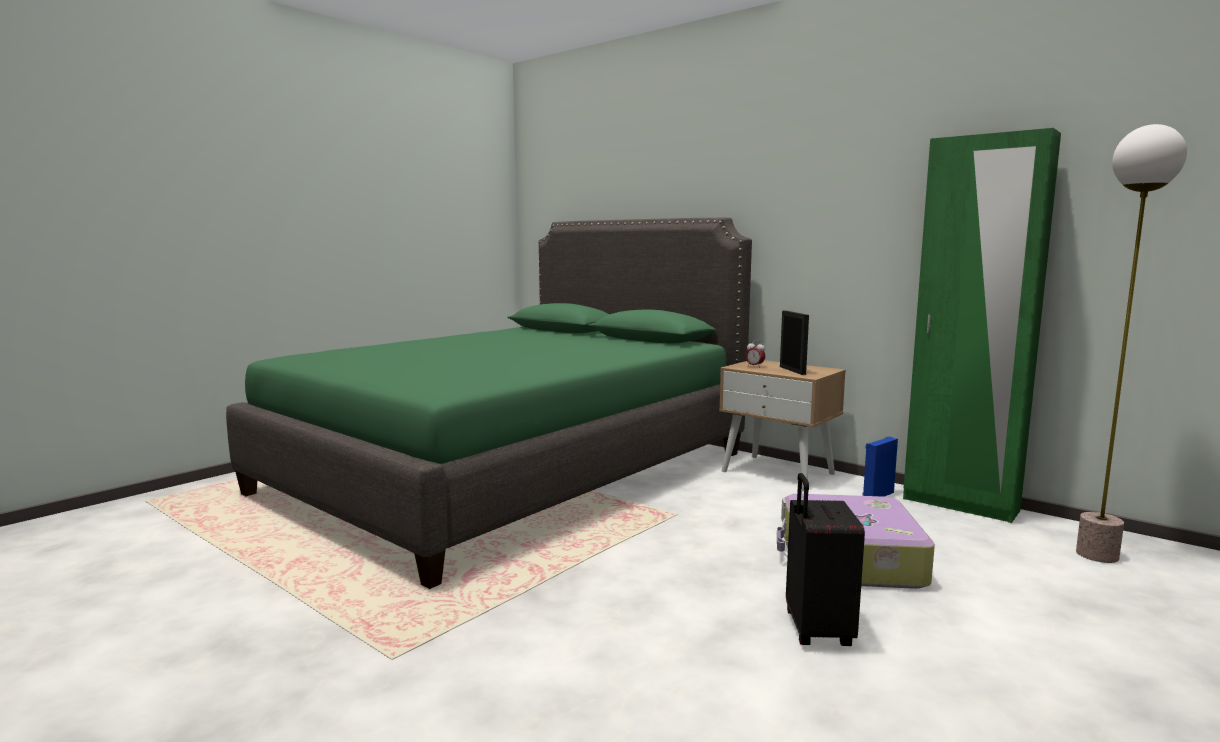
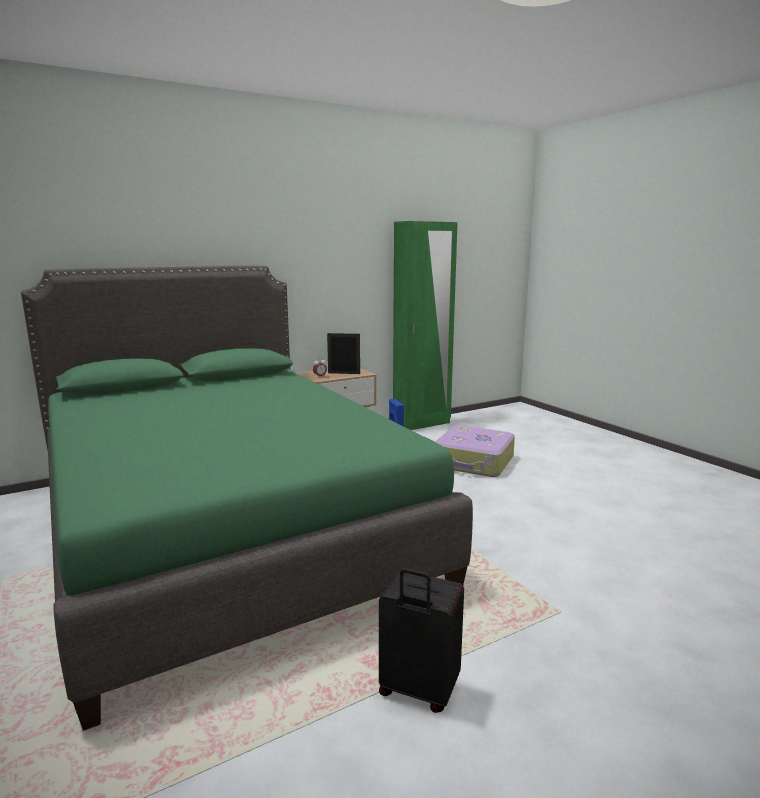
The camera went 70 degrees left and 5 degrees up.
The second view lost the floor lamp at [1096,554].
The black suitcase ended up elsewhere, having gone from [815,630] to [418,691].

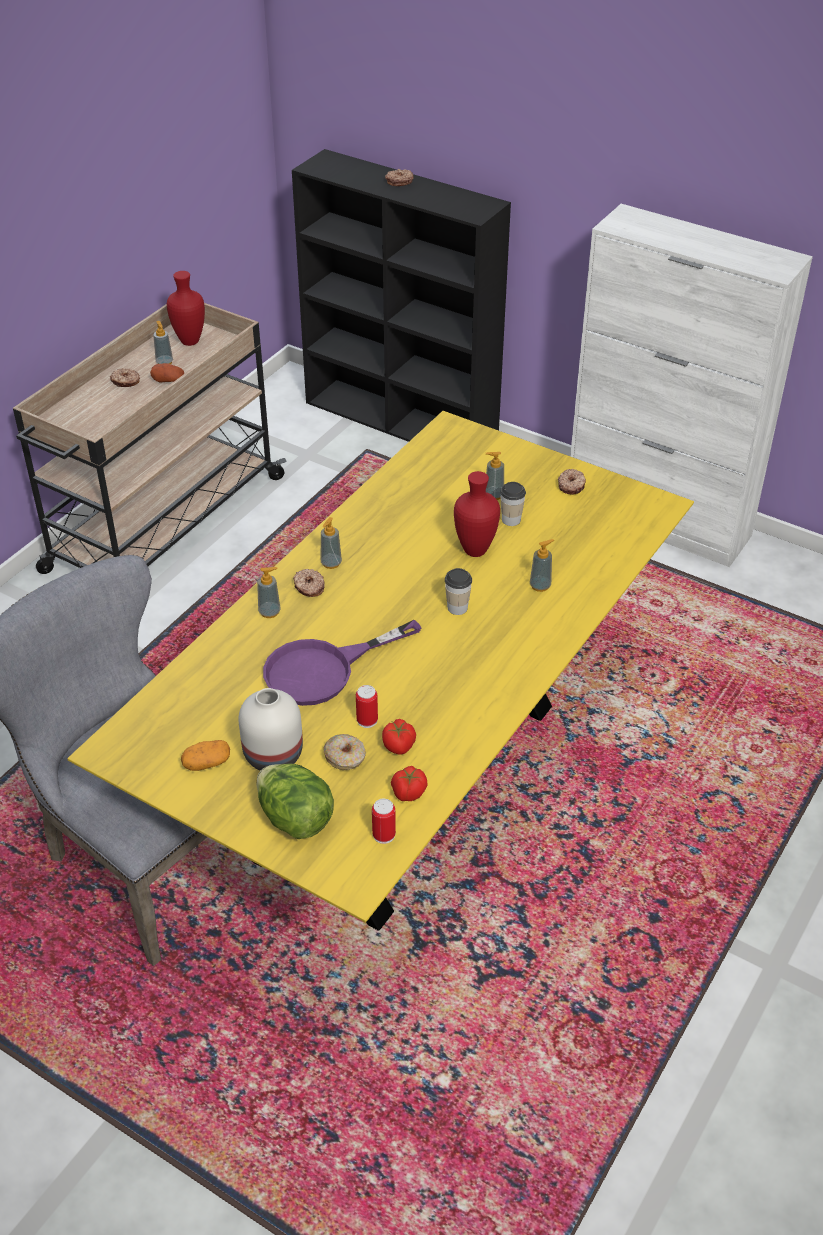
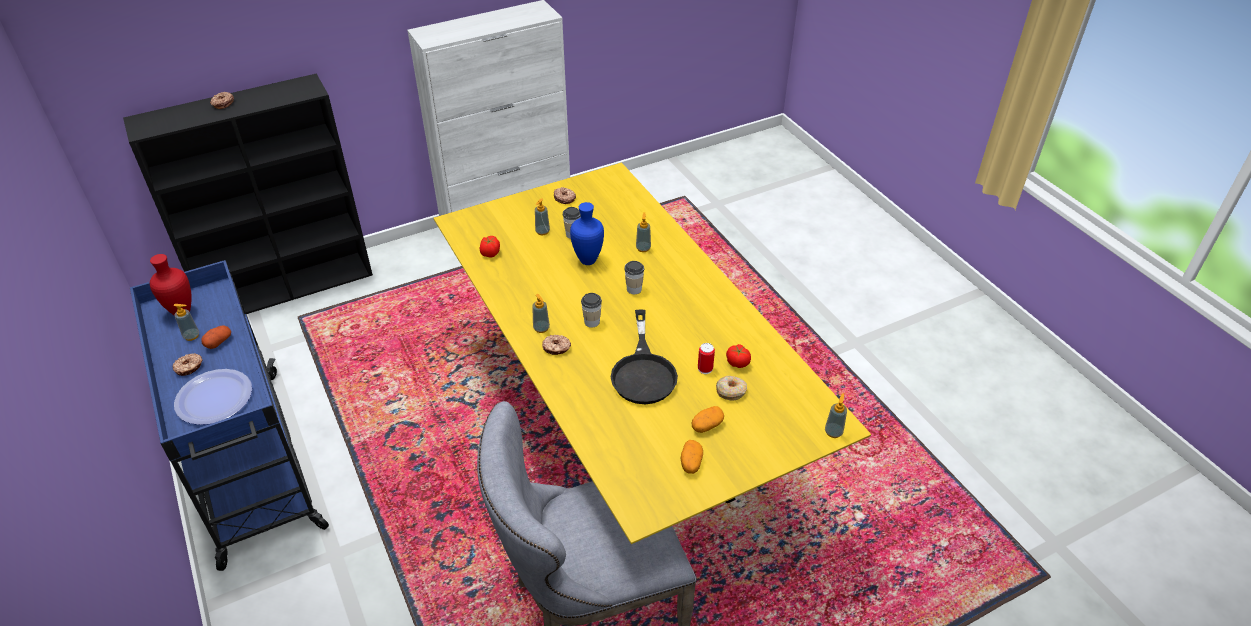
The camera went 60 degrees left and 0 degrees up.
What was the beige cart at [163,525] turned into the blue cart at [251,465].
What was the red vase at [475,552] turned into the blue vase at [589,261].
The soap dispenser ended up elsewhere, having gone from [269,612] to [833,432].
What was the purple frying pan at [323,670] turned into the black frying pan at [643,371].
Where the white vase stood at [273,756], the potato came to stand at [707,425].
The second view lost the lettuce at [295,819].
The tomato ended up elsewhere, having gone from [408,793] to [490,253].
The second view lost the can at [384,835].
The second view gained the cup at [592,322].
The second view gained the plate at [214,398].

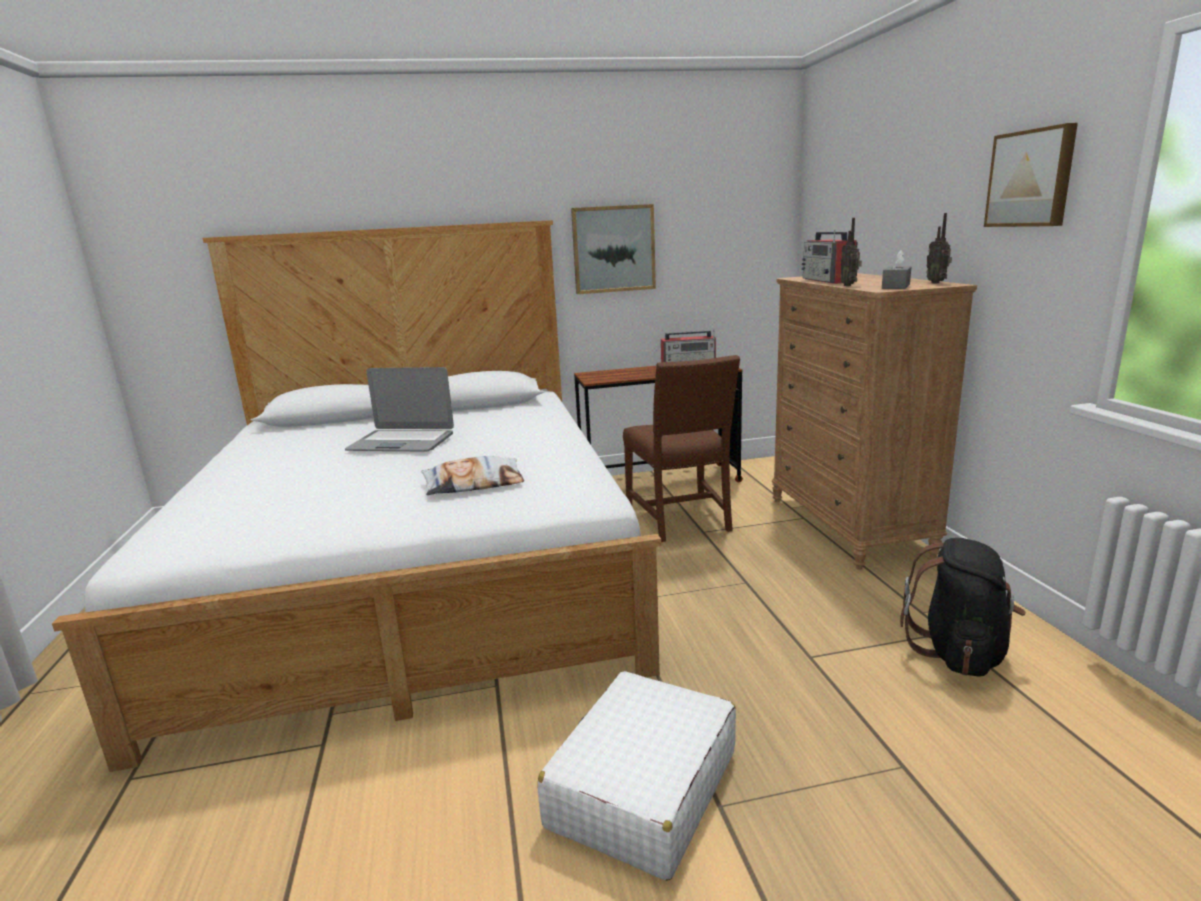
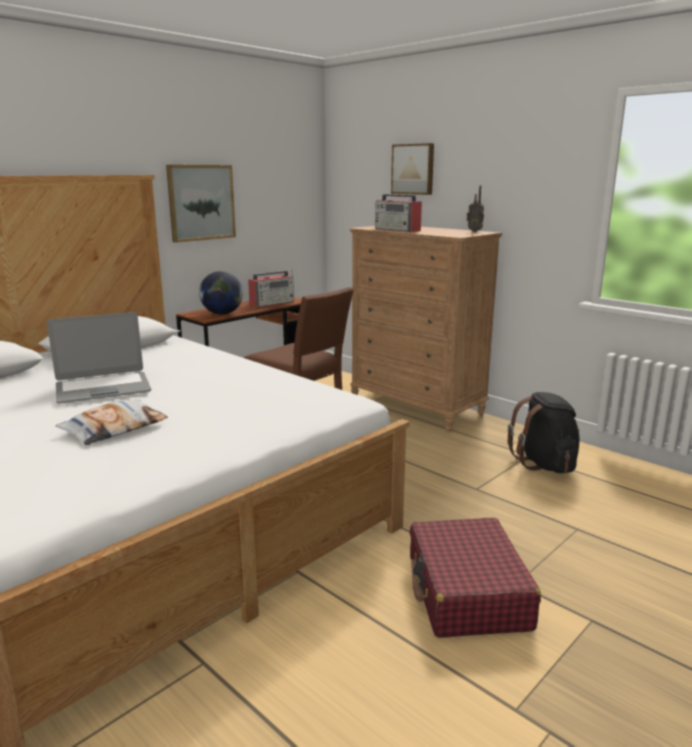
The camera went 35 degrees left and 0 degrees up.
The picture ended up elsewhere, having gone from [1031,178] to [413,169].
The second view lost the radio at [849,285].
The second view lost the grey tissue box at [895,286].
The pillow ended up elsewhere, having gone from [474,484] to [114,429].
What was the white suitcase at [642,789] turned into the red suitcase at [467,592].
The second view gained the globe at [222,314].

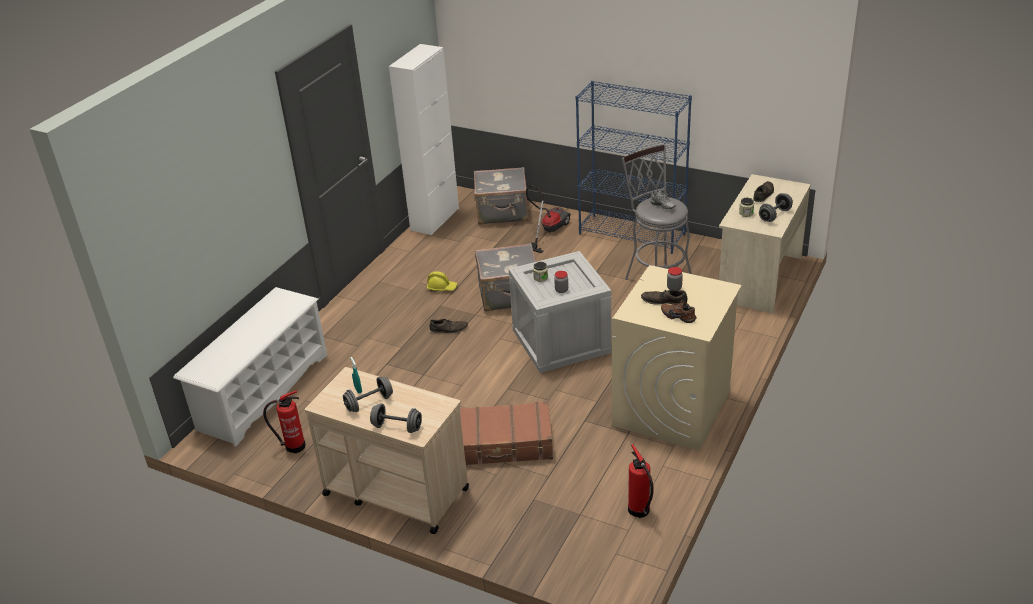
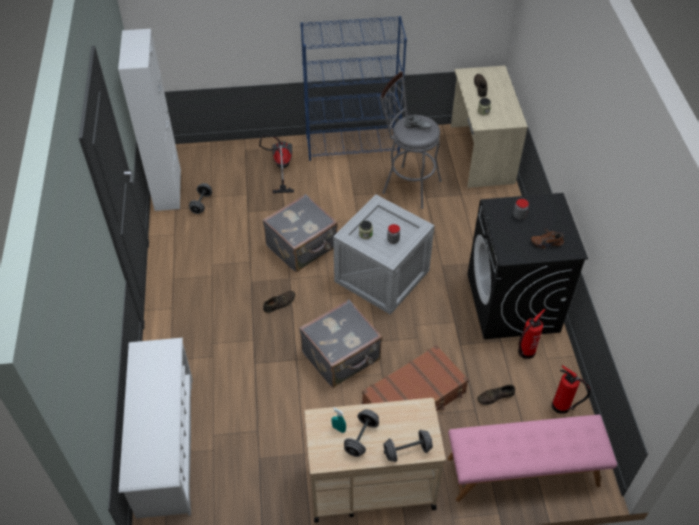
The camera went 35 degrees left and 15 degrees up.
The grey suitcase ended up elsewhere, having gone from [502,213] to [342,357].
The grey dumbbell ended up elsewhere, having gone from [775,215] to [201,204].
What was the beige washing machine at [672,409] turned into the black washing machine at [513,303].
The second view lost the yellow hard hat at [442,288].
The brown shoe ended up elsewhere, having gone from [664,301] to [495,396].
The fire extinguisher ended up elsewhere, having gone from [293,446] to [525,352].
The second view gained the pink bench at [523,472].

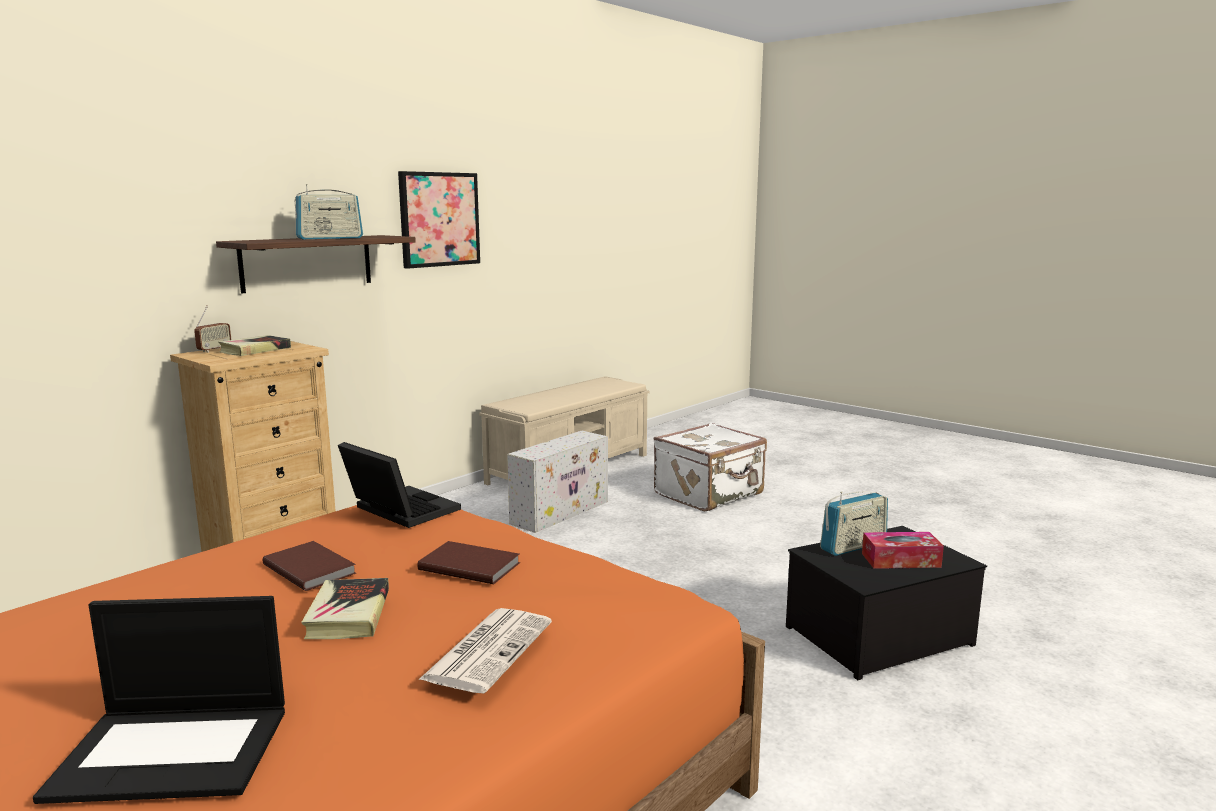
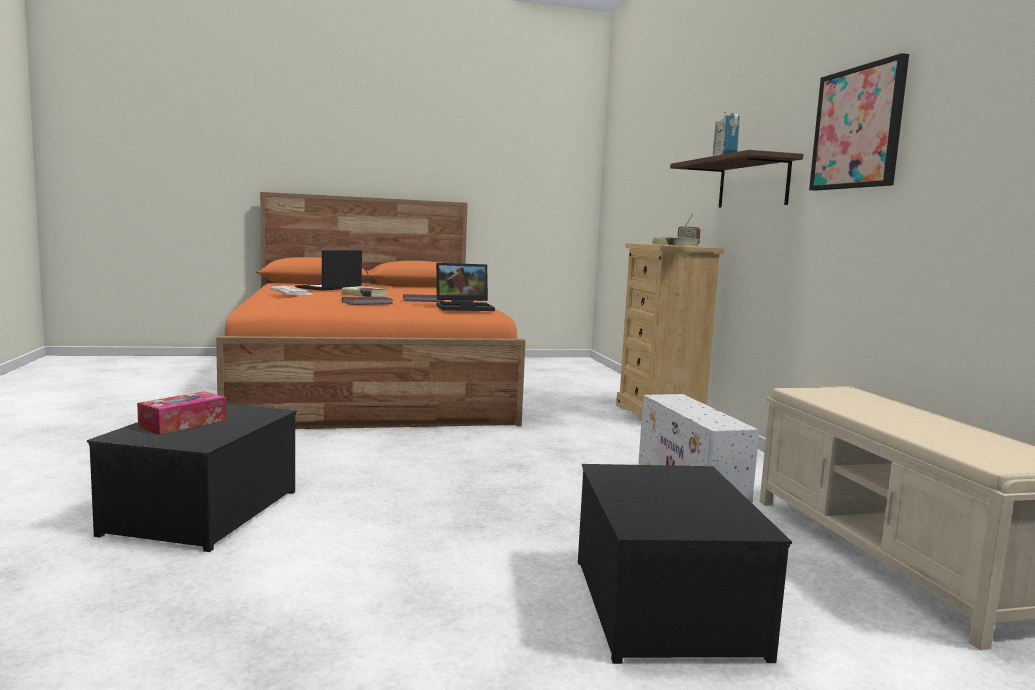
The camera went 125 degrees right and 5 degrees down.
Where the white suitcase stood at [710,494], the storage box came to stand at [667,607].
The second view lost the radio at [853,546].

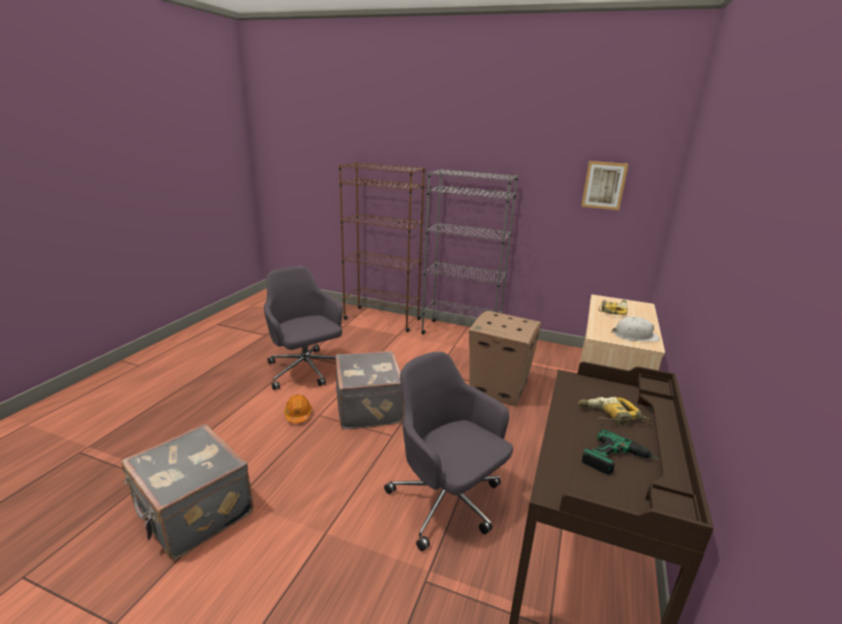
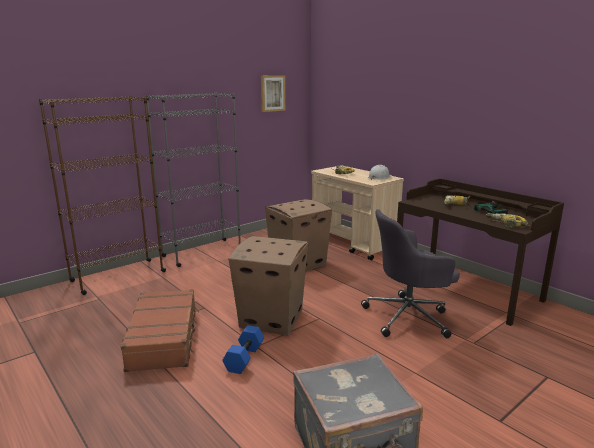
The camera went 60 degrees left and 5 degrees down.
Where the grey office chair stood at [306,370], the brown suitcase came to stand at [164,338].
Where the grey suitcase stood at [370,407], the cardboard box came to stand at [270,318].
Where the orange hard hat stood at [298,414], the blue dumbbell came to stand at [244,358].
The second view gained the power drill at [506,224].

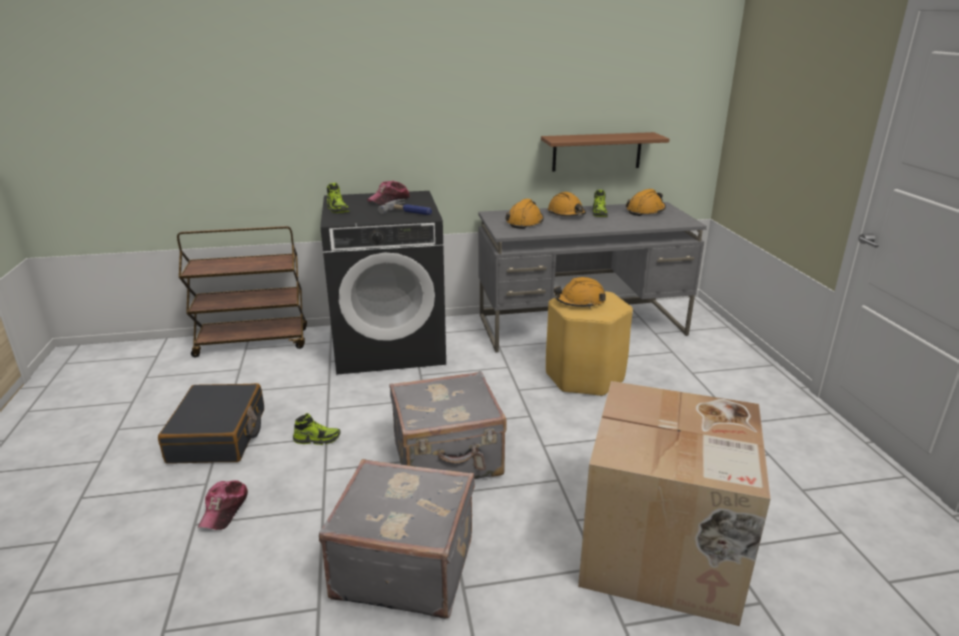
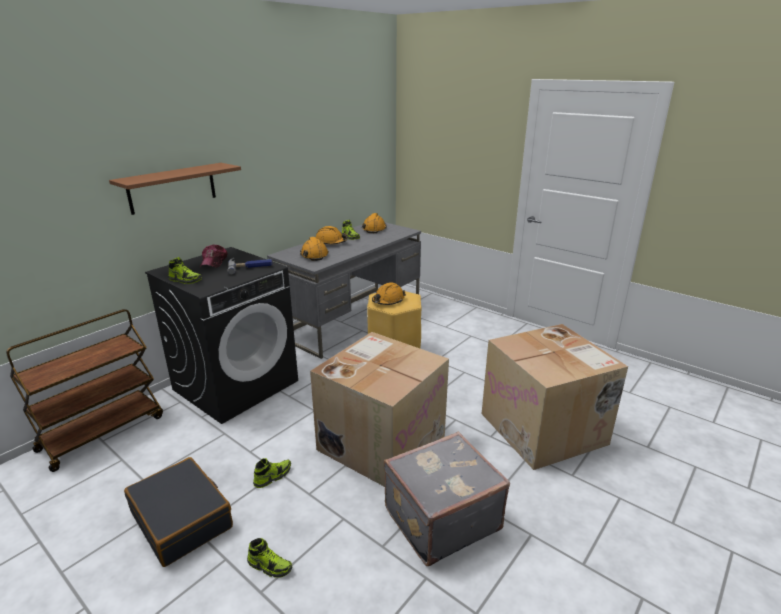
The camera went 40 degrees left and 0 degrees up.
The brown shelf ended up elsewhere, having gone from [597,151] to [172,188].
Where the grey suitcase stood at [448,459], the cardboard box came to stand at [381,441].
Where the cap stood at [224,509], the shoe came to stand at [270,566].

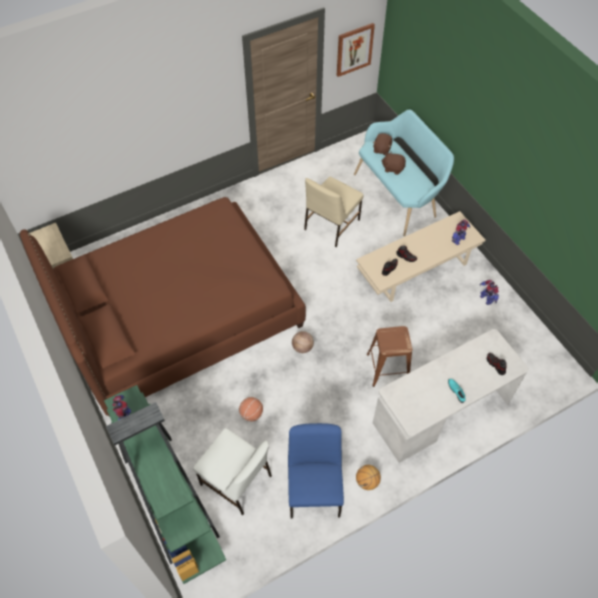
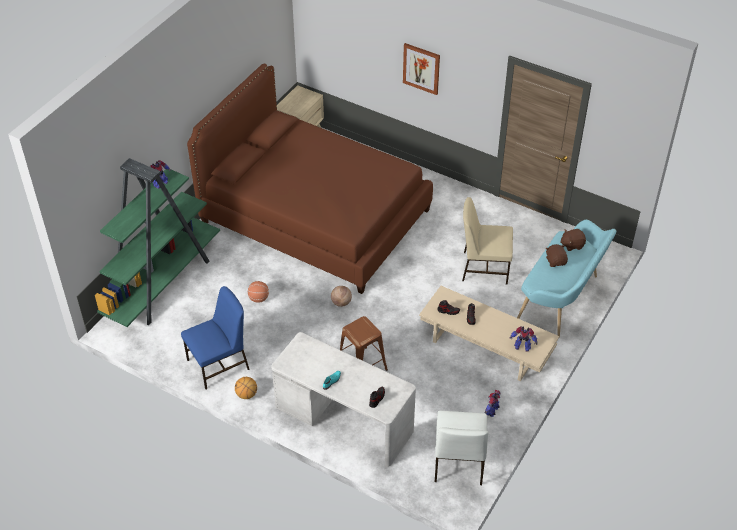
The camera went 60 degrees right and 10 degrees down.
The picture ended up elsewhere, having gone from [354,49] to [421,68].
The white chair ended up elsewhere, having gone from [236,481] to [458,462].

